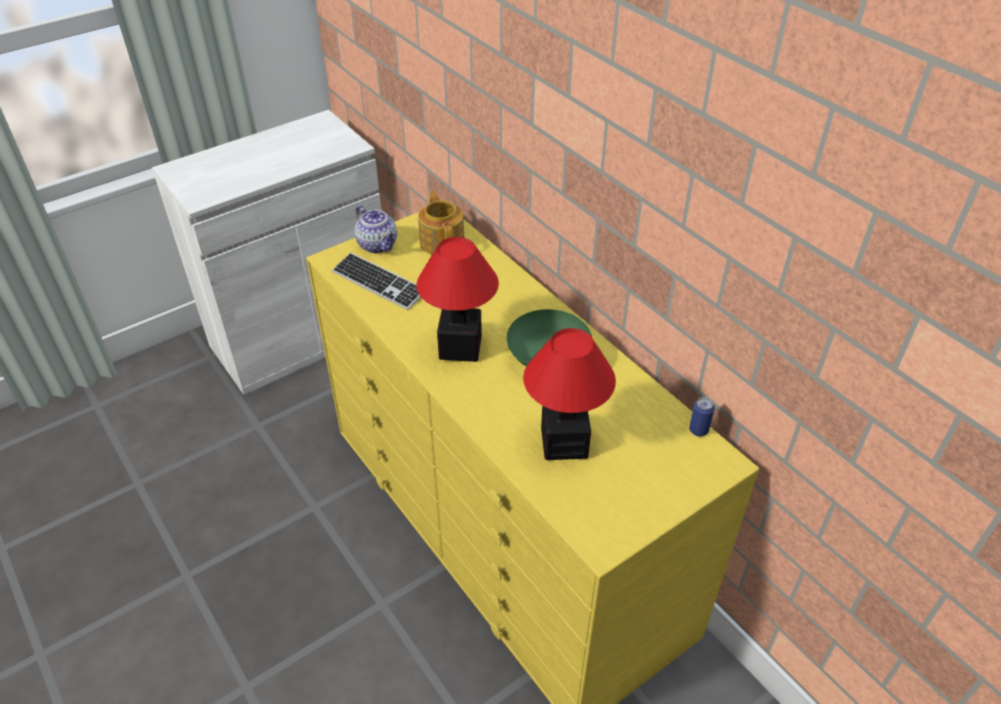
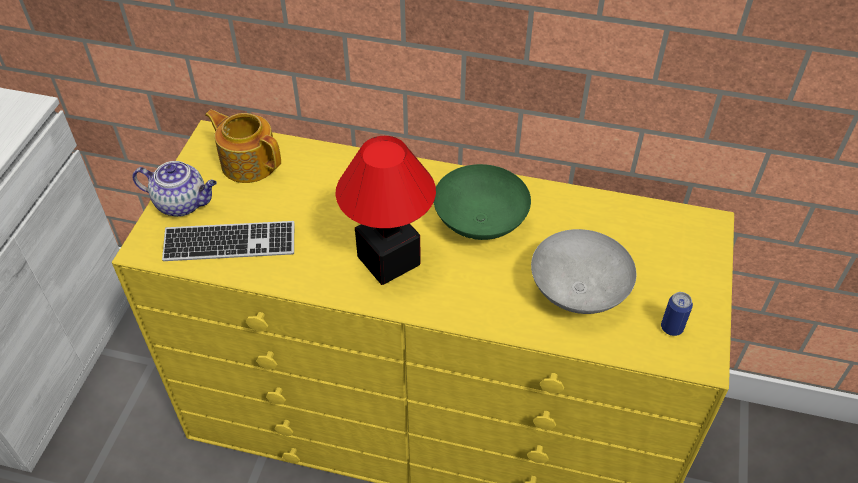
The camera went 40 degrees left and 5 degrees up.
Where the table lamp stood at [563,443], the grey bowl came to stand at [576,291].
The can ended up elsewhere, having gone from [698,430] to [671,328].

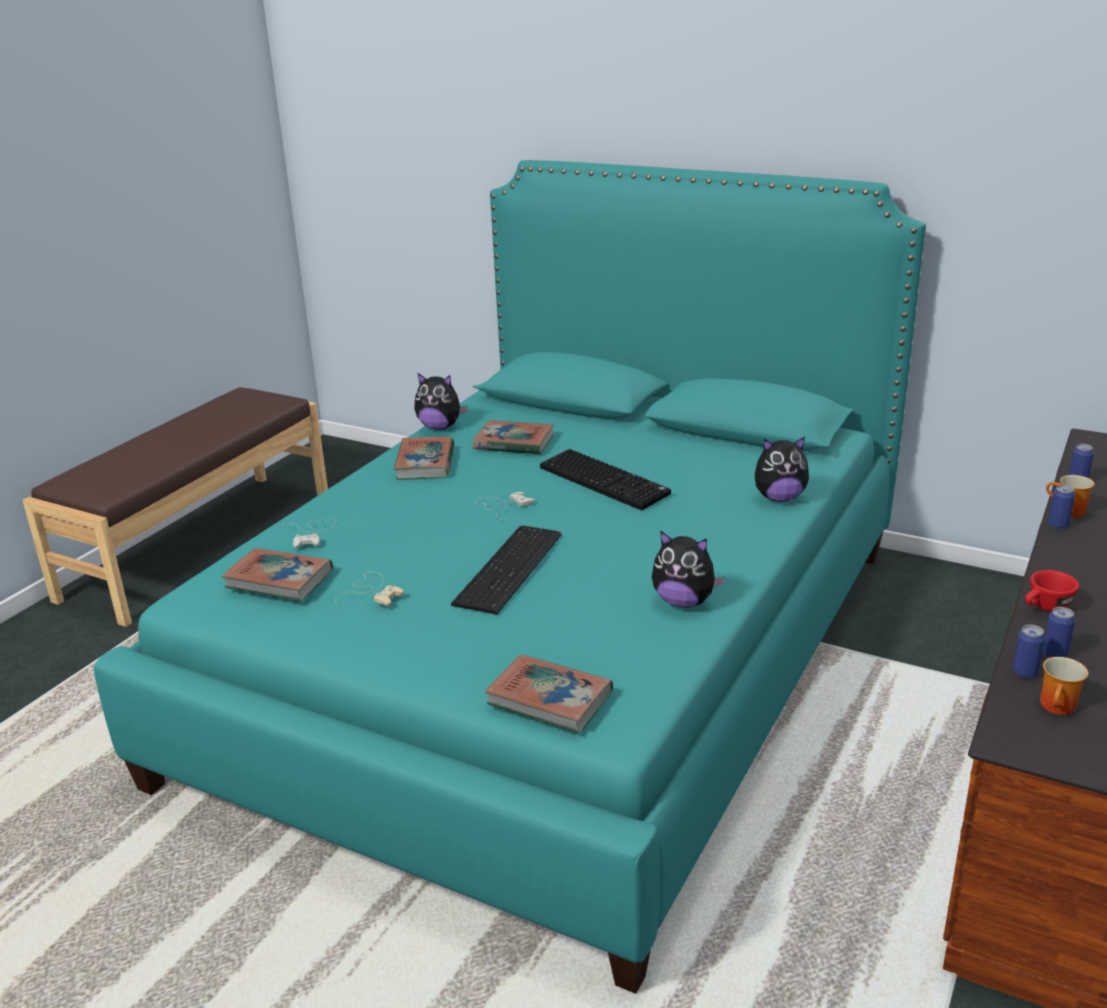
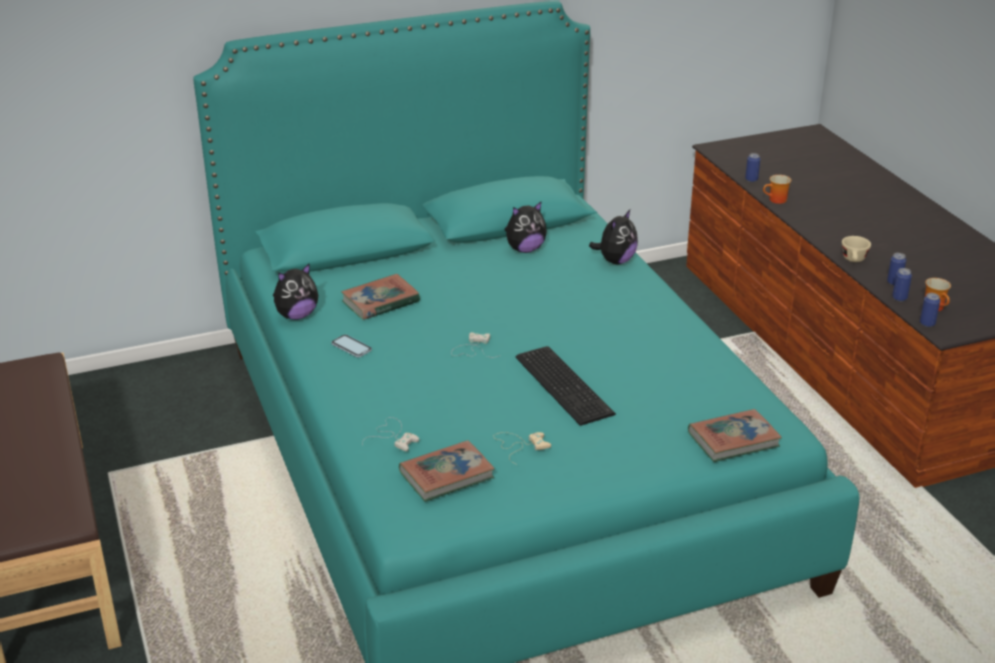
The camera went 50 degrees left and 5 degrees up.
Where the book stood at [425,463], the phone came to stand at [351,347].
The second view lost the keyboard at [606,481].
The can ended up elsewhere, having gone from [1058,525] to [927,323].
The plush toy ended up elsewhere, having gone from [684,602] to [525,249].
What was the red cup at [1045,608] turned into the beige cup at [854,260].

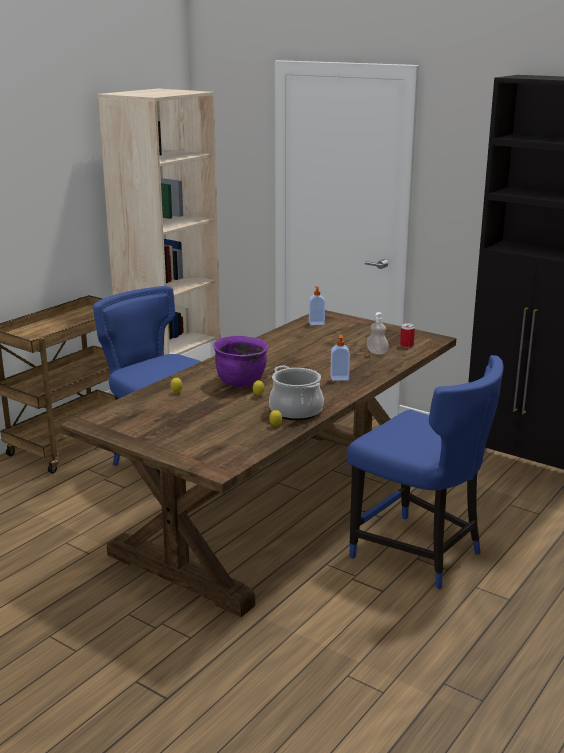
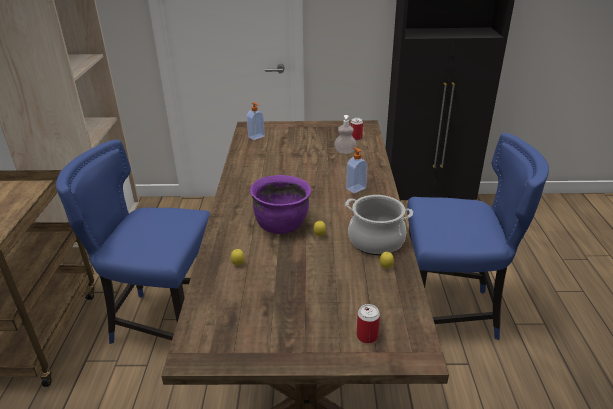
The camera went 35 degrees left and 10 degrees up.
The second view gained the can at [367,336].

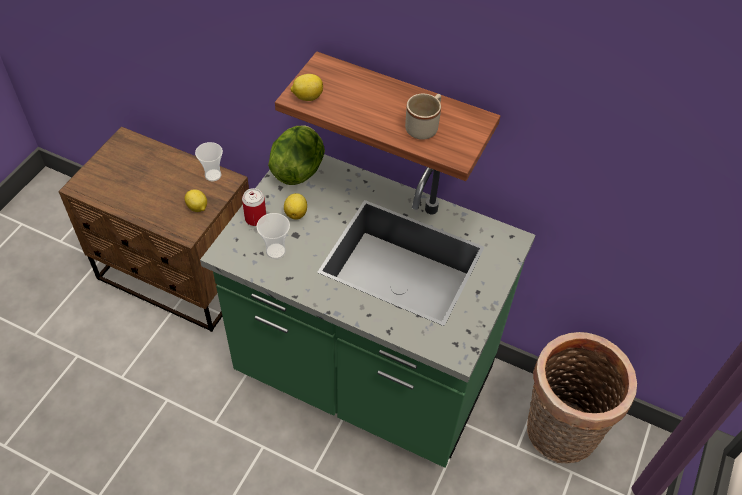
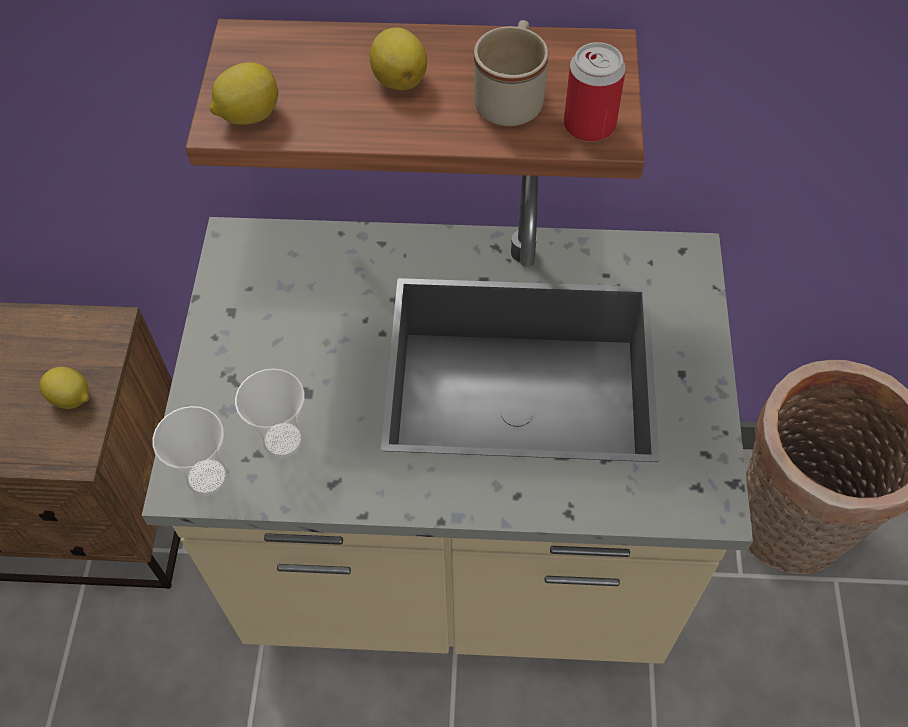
The camera went 20 degrees left and 5 degrees up.
The second view lost the lettuce at [298,169].
The cup ended up elsewhere, having gone from [213,175] to [207,477].
What was the green counter at [364,377] turned into the beige counter at [457,560].
The can ended up elsewhere, having gone from [255,218] to [589,125].
The lemon ended up elsewhere, having gone from [296,213] to [399,79].

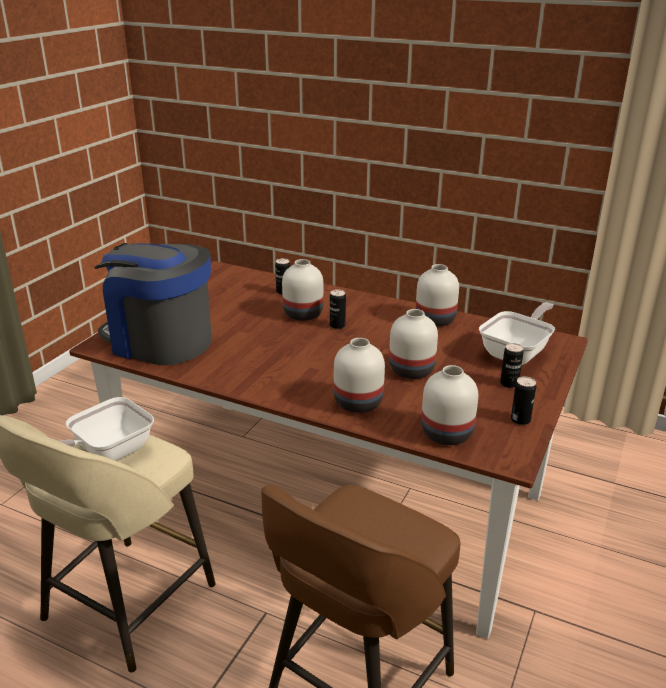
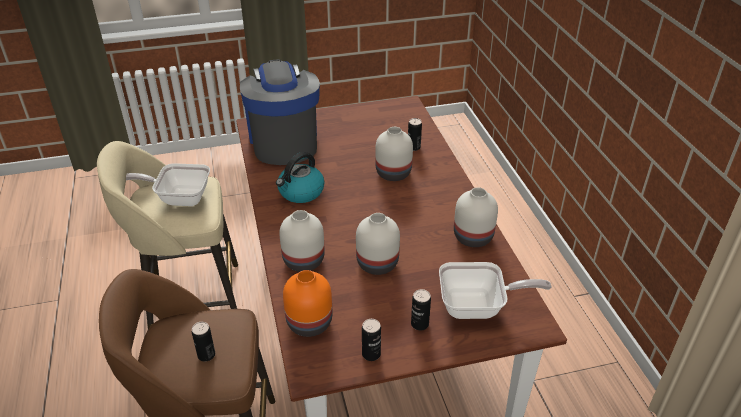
The camera went 50 degrees right and 10 degrees up.
The can ended up elsewhere, having gone from [337,326] to [206,355].
What was the white vase at [445,434] turned into the orange vase at [308,322].
The second view gained the kettle at [300,192].

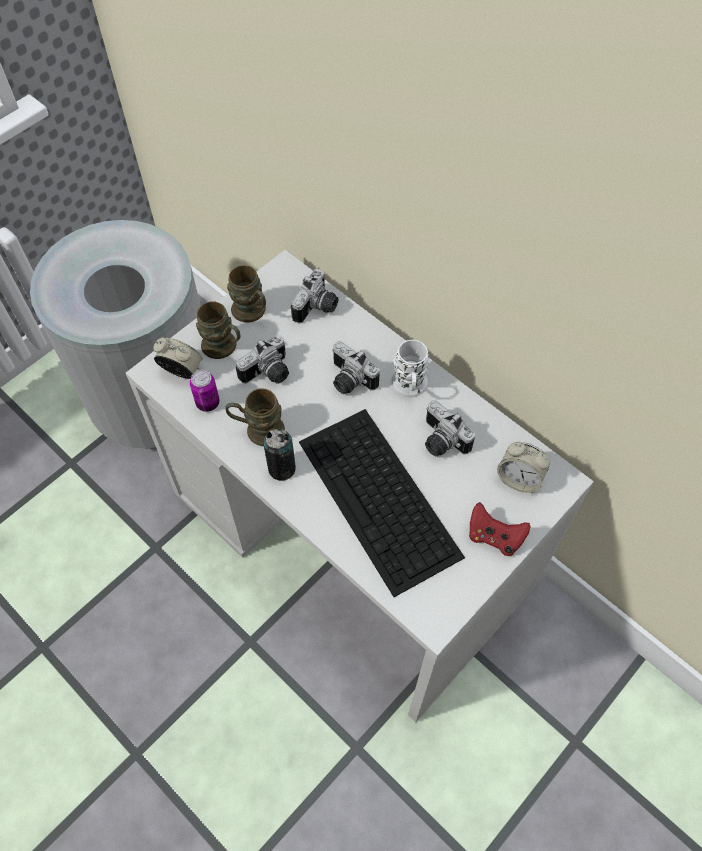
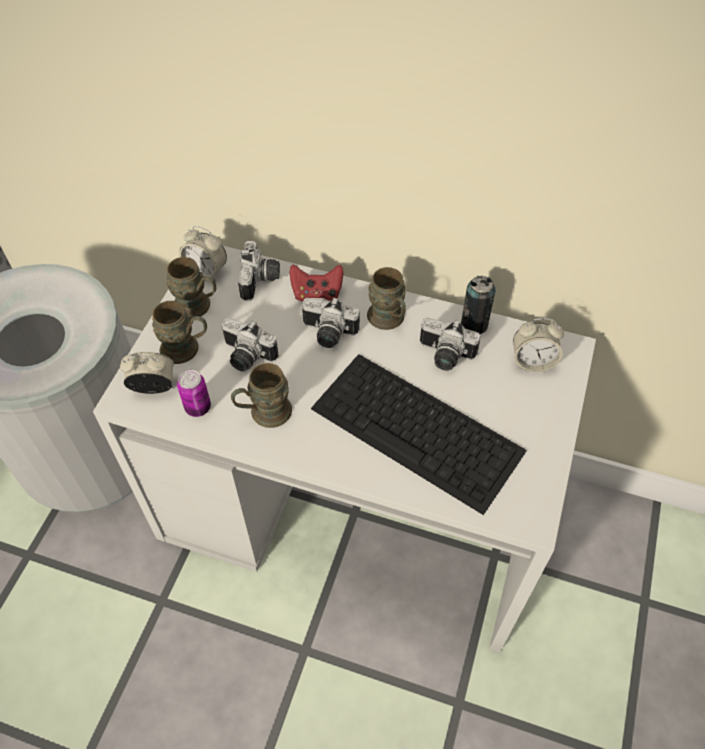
The camera went 25 degrees left and 5 degrees down.
The photo camera at [269,374] ended up facing another way, 90 degrees clockwise from before.
What was the white mug at [409,388] turned into the brown mug at [389,320].
The can ended up elsewhere, having gone from [282,468] to [474,324].
The red game controller ended up elsewhere, having gone from [494,537] to [317,293].
The second view gained the alarm clock at [206,271].

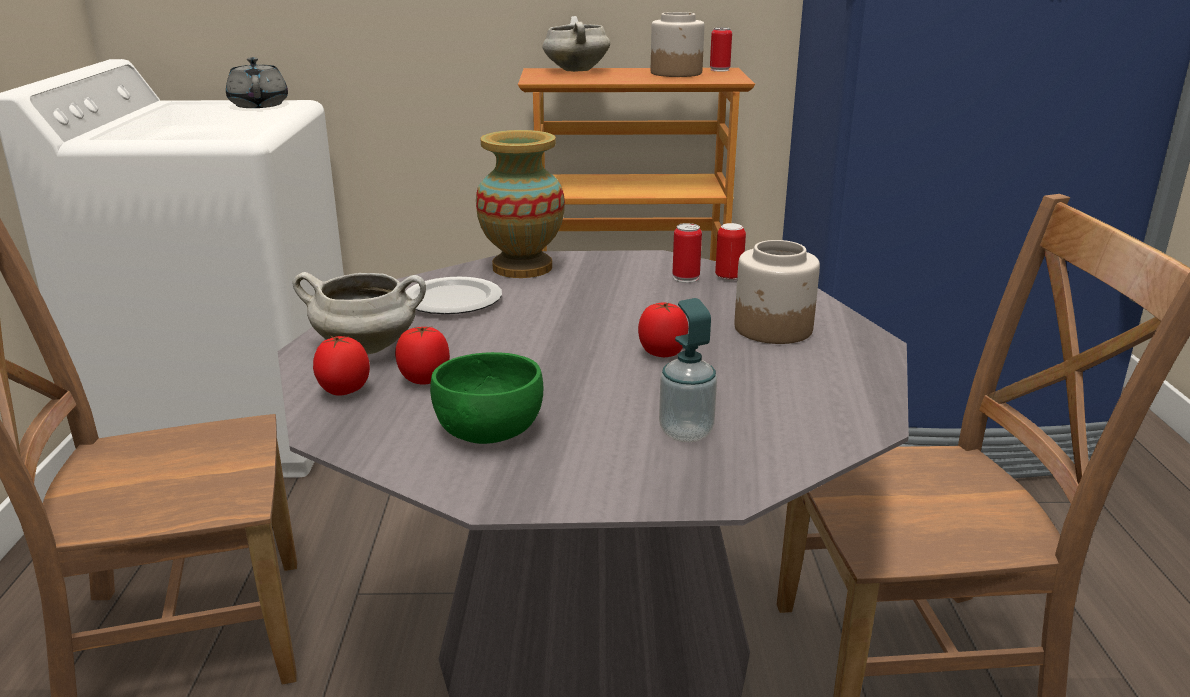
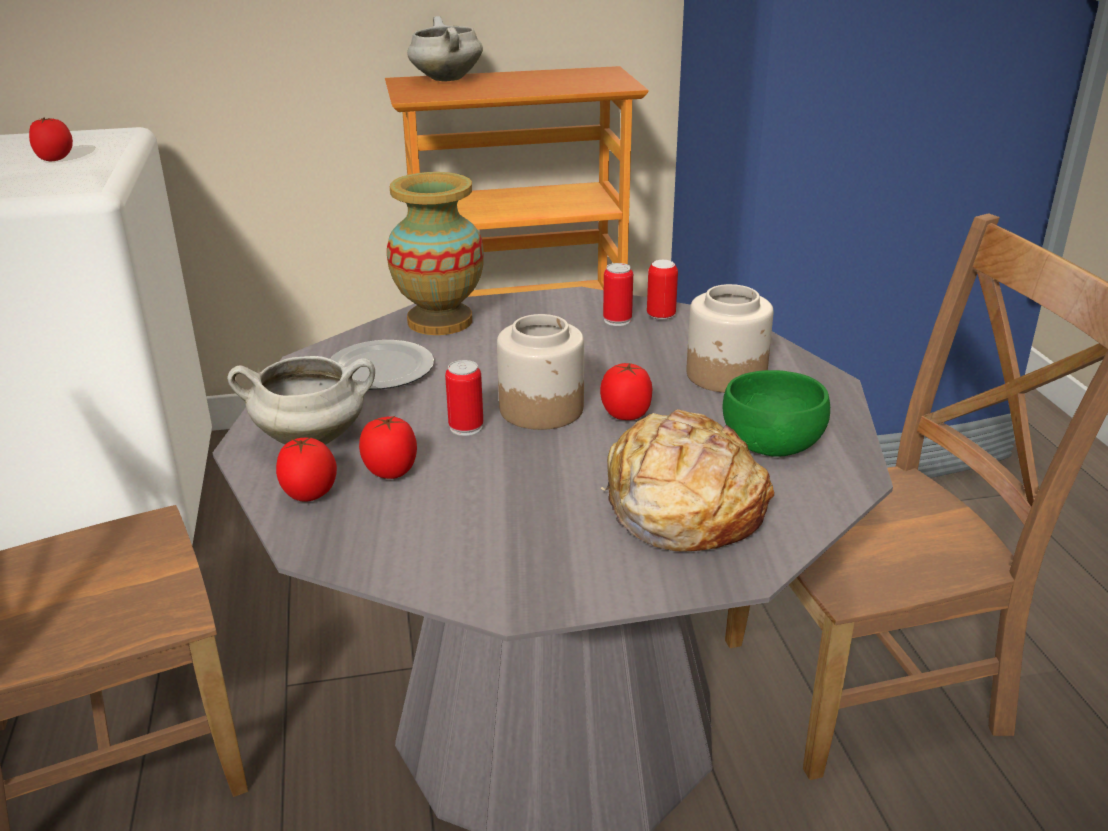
The camera went 10 degrees left and 5 degrees up.
The jar ended up elsewhere, having gone from [676,73] to [542,408].
The can ended up elsewhere, having gone from [719,70] to [466,427].
The second view lost the grey teapot at [259,105].
Where the soap dispenser stood at [686,432], the bread came to stand at [682,506].
The green bowl ended up elsewhere, having gone from [490,428] to [773,441].
The second view gained the tomato at [55,159].

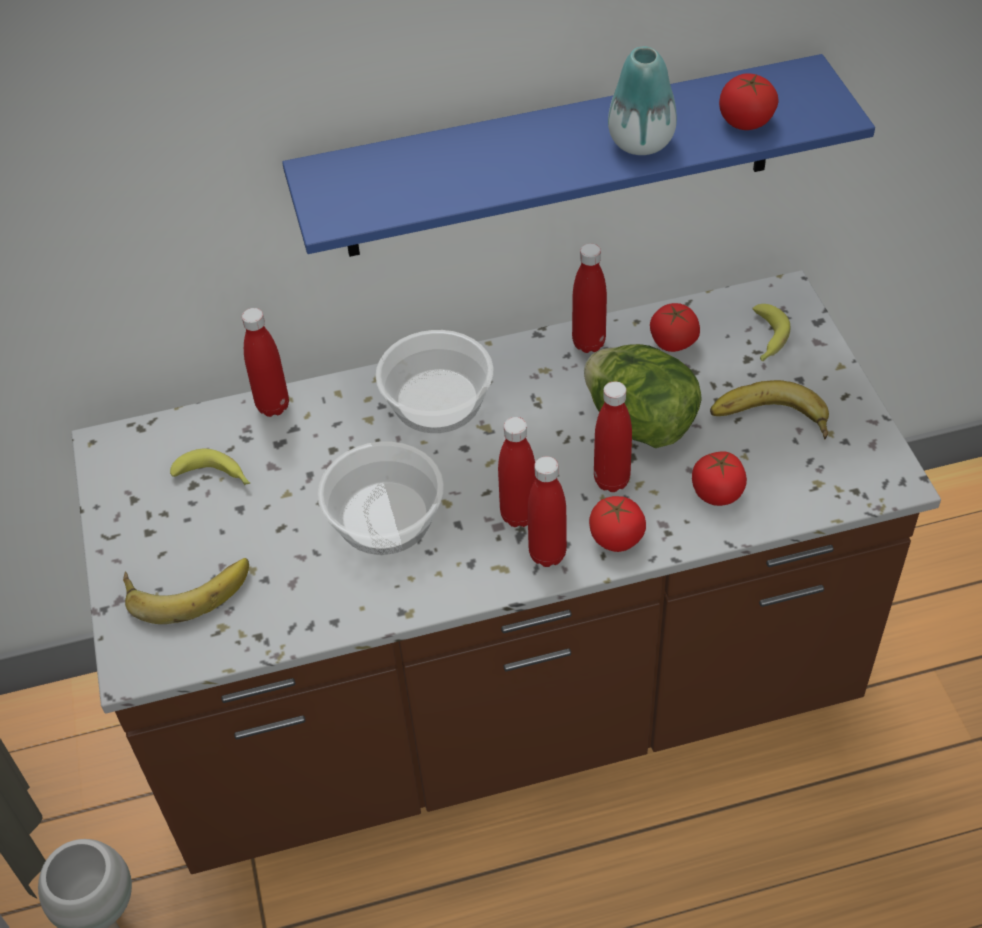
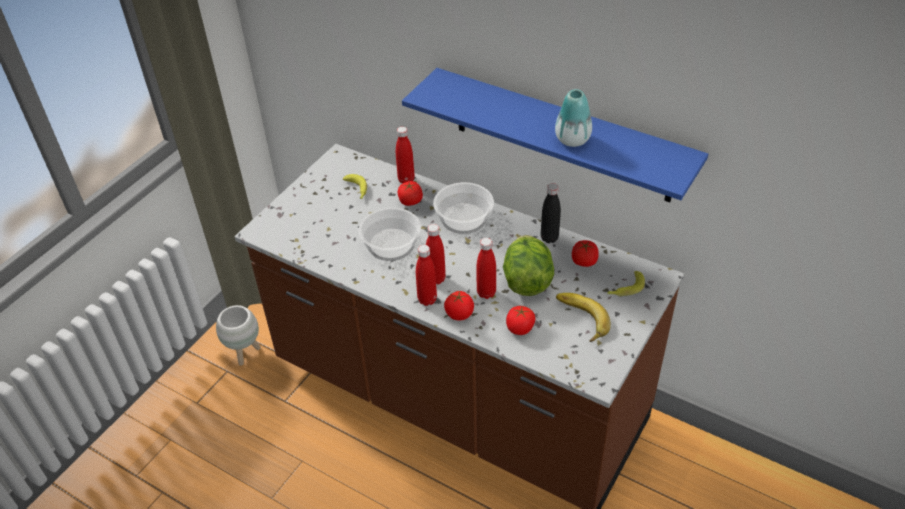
The camera went 45 degrees right and 5 degrees down.
The tomato ended up elsewhere, having gone from [745,121] to [410,201].
What was the red bottle at [588,343] turned into the black bottle at [549,238].
The second view lost the banana at [187,586].

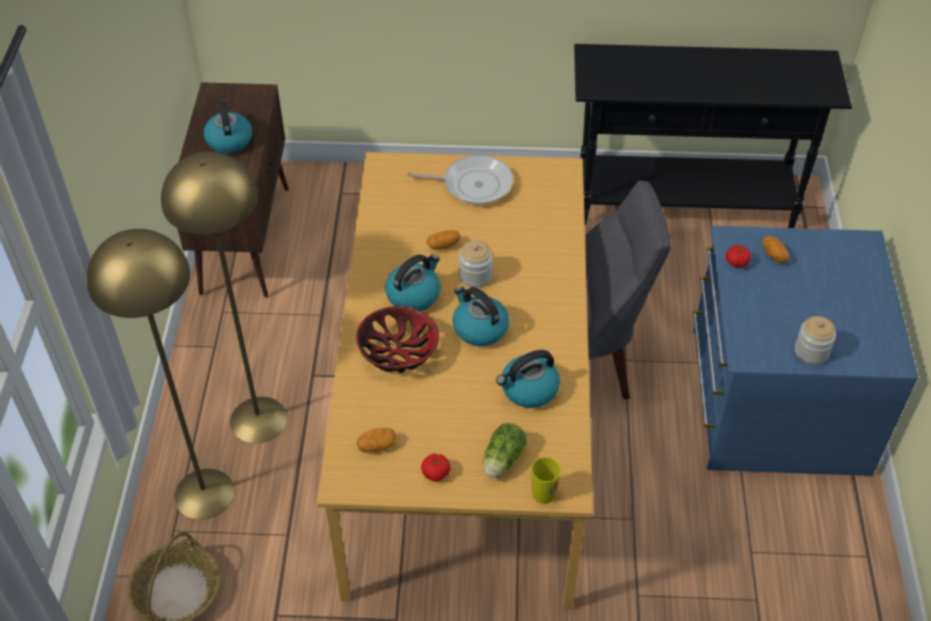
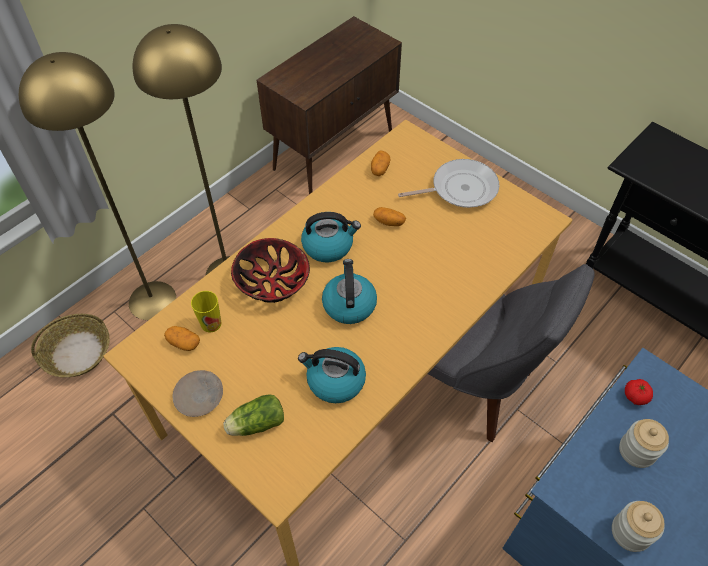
The camera went 40 degrees right and 5 degrees up.
The second view lost the kettle at [229,140].
The frying pan at [473,184] ended up facing another way, 60 degrees counterclockwise from before.
The potato ended up elsewhere, having gone from [774,255] to [379,169].
The jar ended up elsewhere, having gone from [475,276] to [637,451].
Where the tomato stood at [436,473], the beige plate came to stand at [199,396].
The cup ended up elsewhere, having gone from [543,494] to [211,323].

